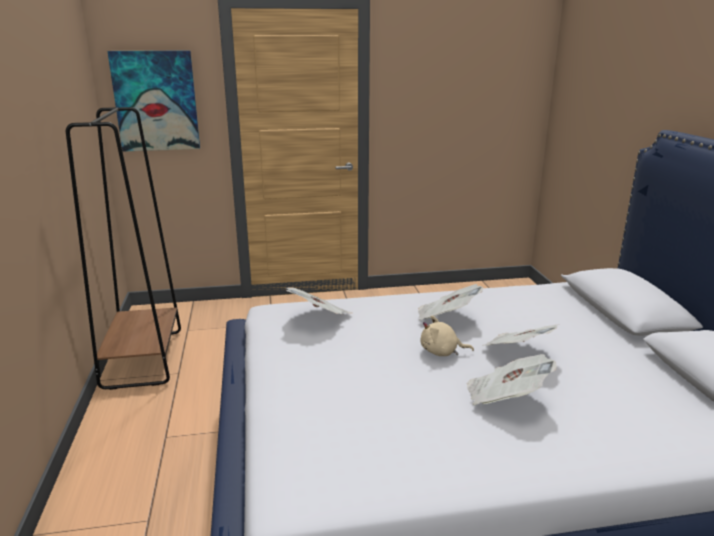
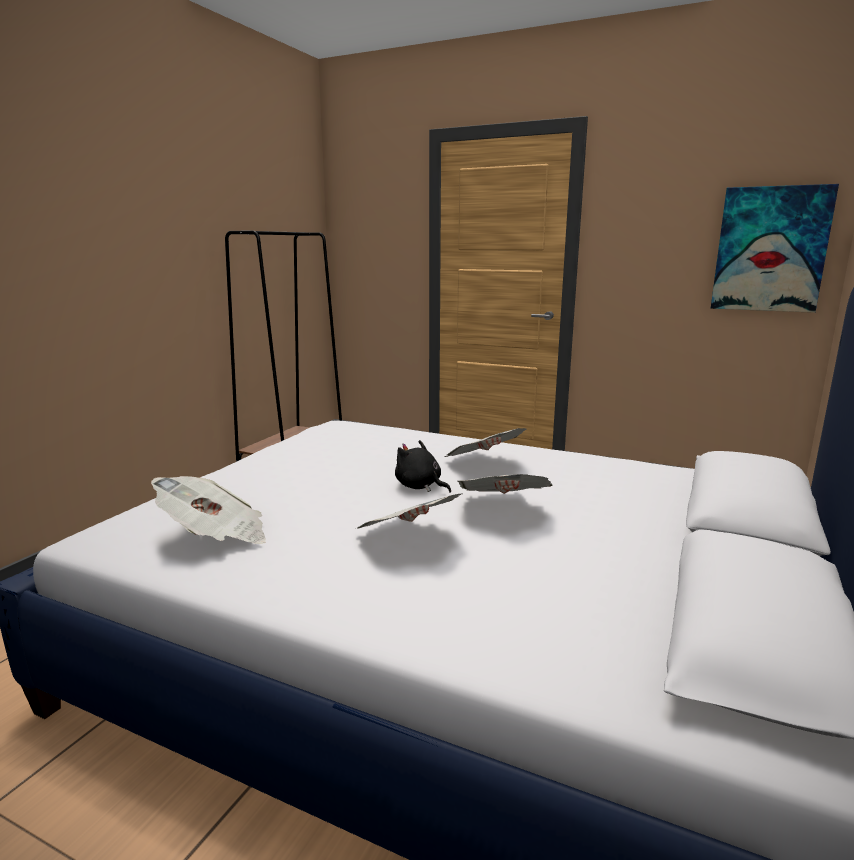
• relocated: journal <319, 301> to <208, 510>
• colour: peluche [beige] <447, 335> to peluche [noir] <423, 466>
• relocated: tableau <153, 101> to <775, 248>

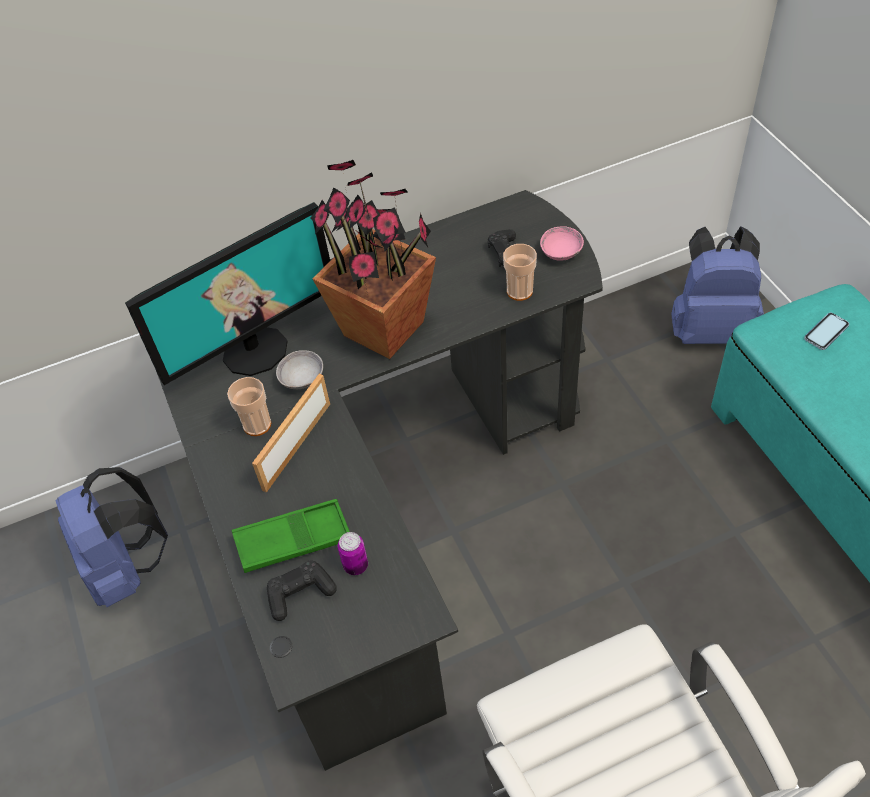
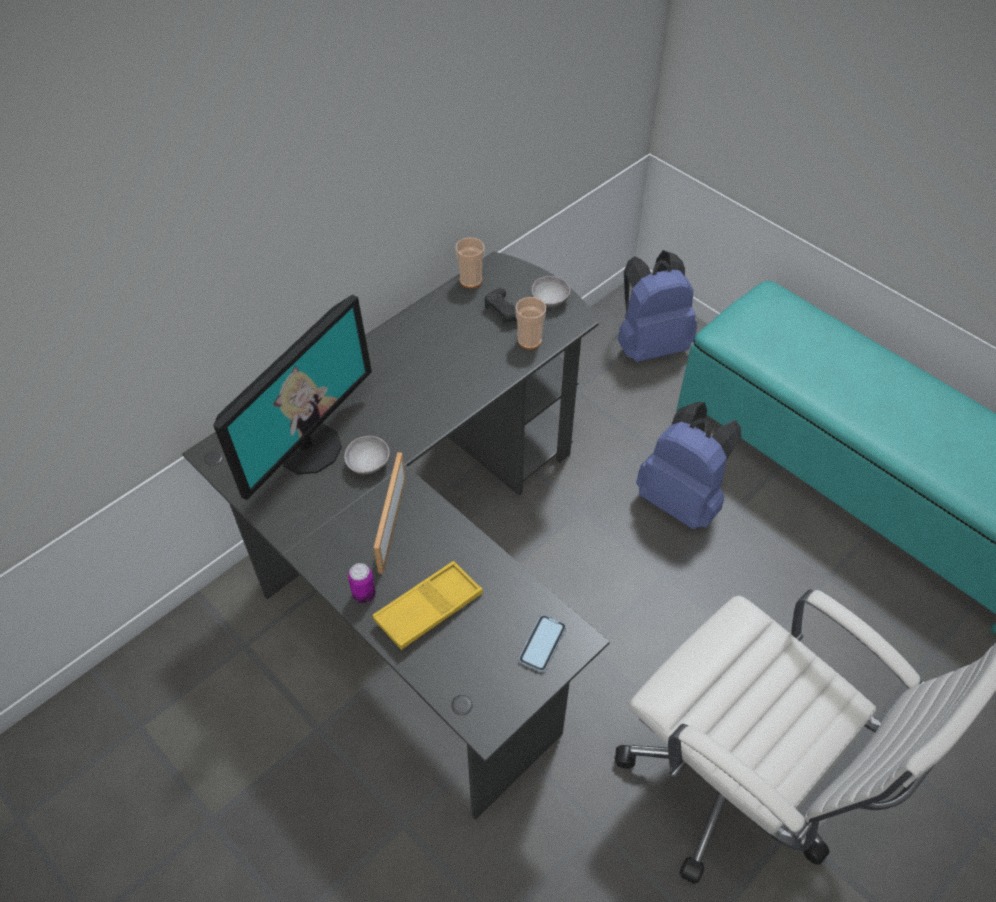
• relocated: boîte métallique <353, 553> to <362, 583>
• colour: plateau [vert] <291, 536> to plateau [jaune] <428, 605>
• relocated: tasse <249, 406> to <470, 263>
• relocated: téléphone <826, 331> to <542, 643>
• colour: bol [rose] <562, 243> to bol [gris] <551, 291>
• relocated: sac à dos [bleu] <112, 537> to <688, 466>
• missing: manette [noir] <302, 590>
• missing: plante en pot <373, 259>

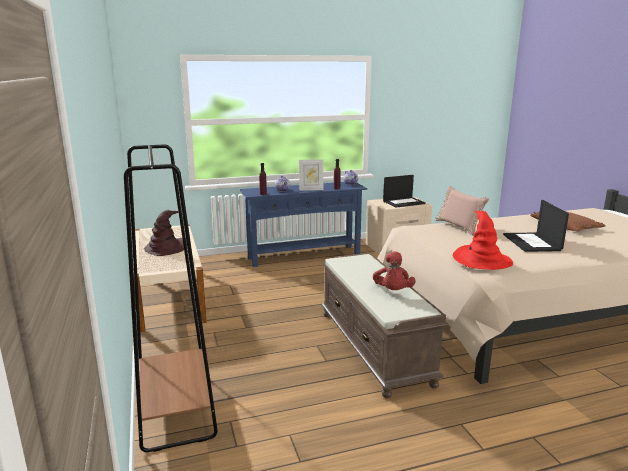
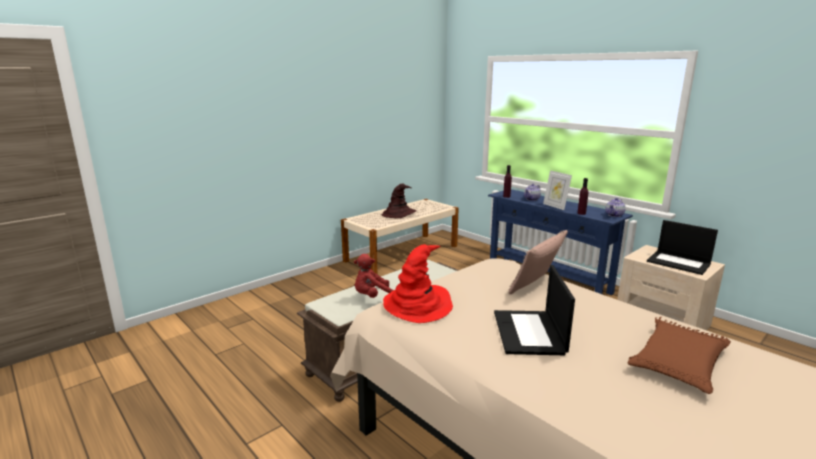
• spun: ordinateur portable <536, 226> = <534, 310> 60 degrees counterclockwise
• missing: portant <171, 298>

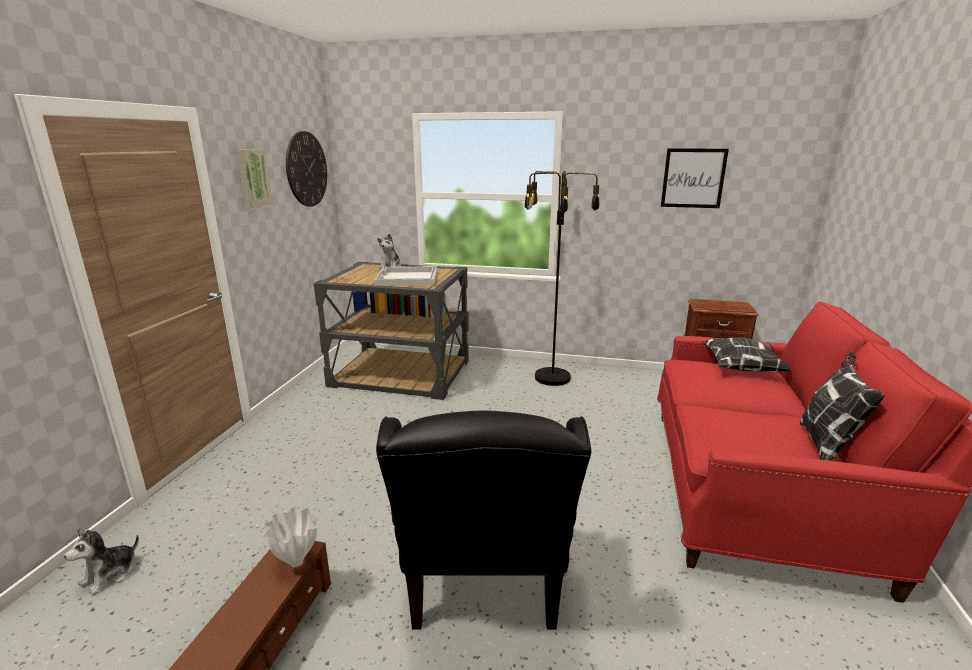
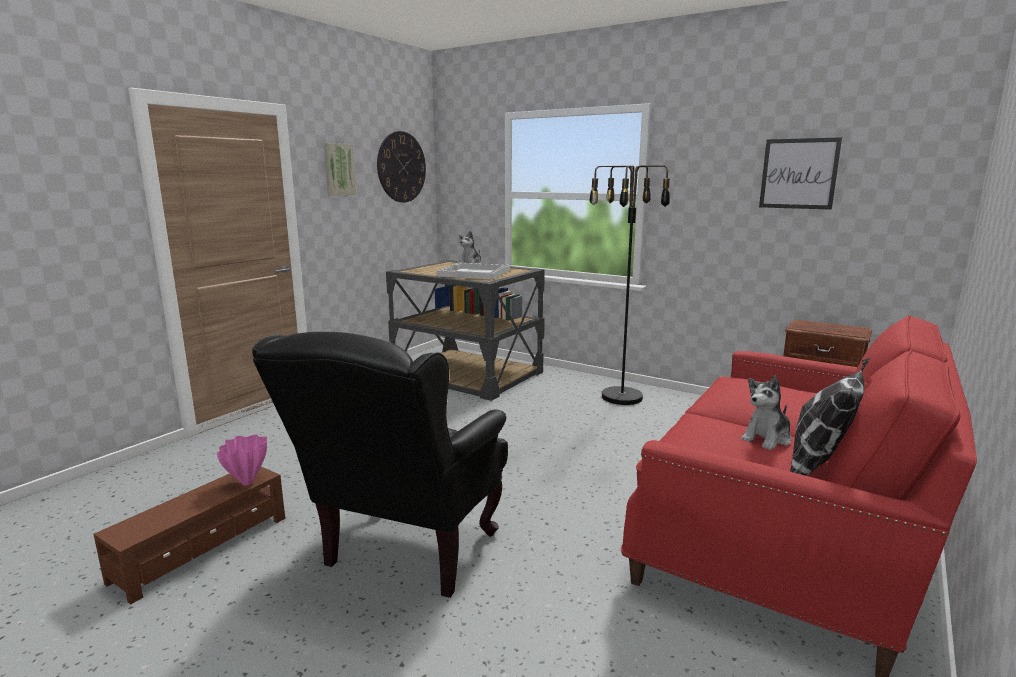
• colour: vase [blanc] <290, 537> to vase [rose] <242, 460>
• relocated: peluche <101, 561> to <766, 413>
• missing: coussin <747, 354>

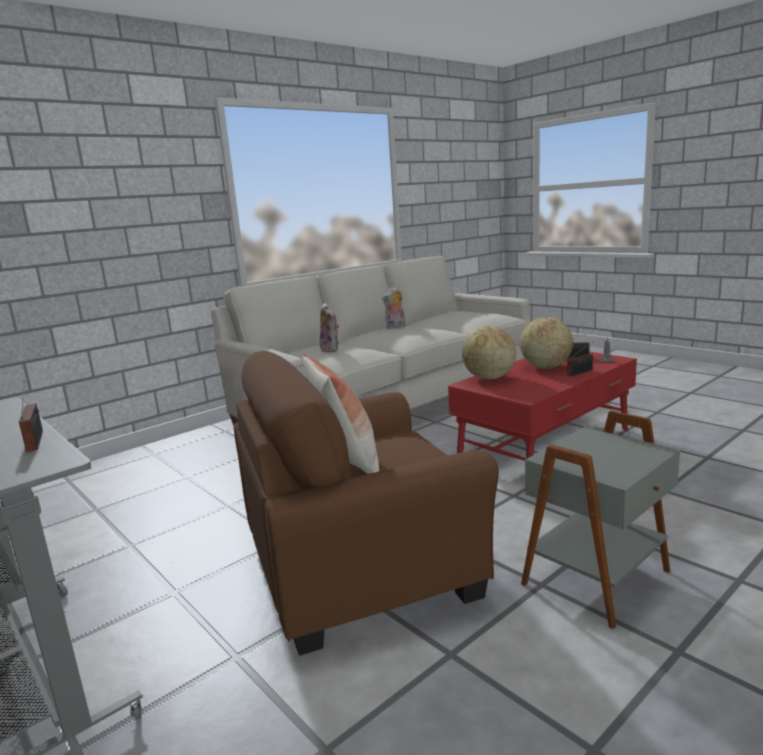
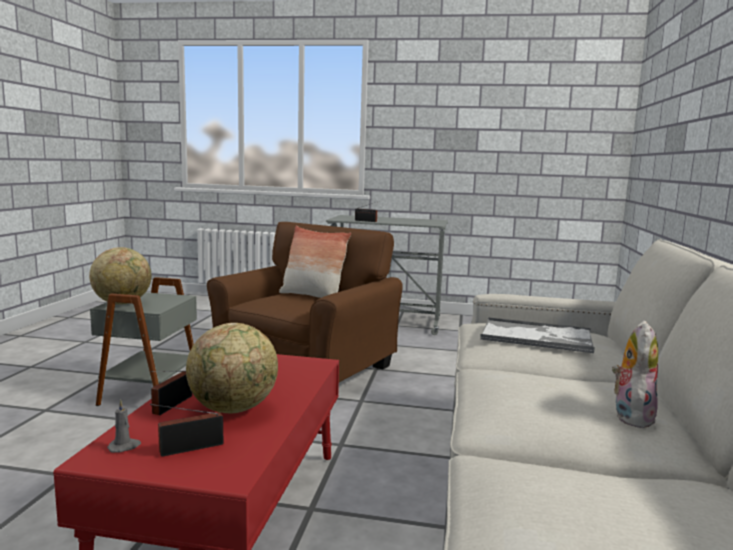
• relocated: globe <489, 352> to <120, 276>
• exchanged: peluche <329, 327> to plateau <537, 335>

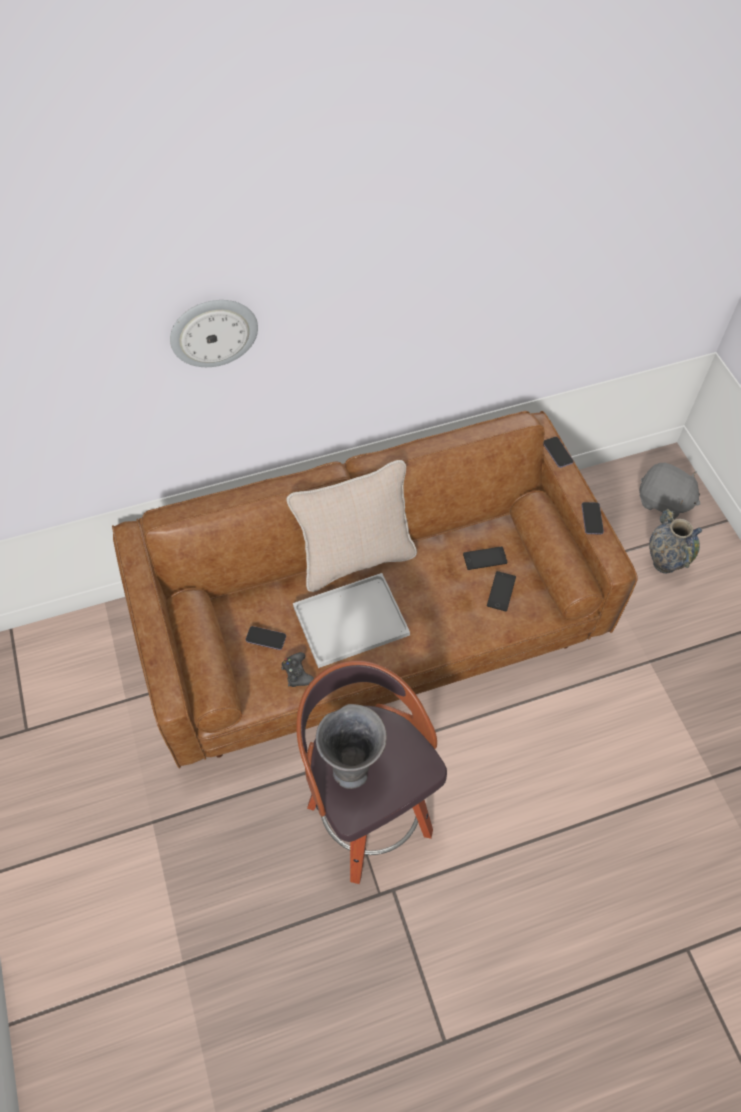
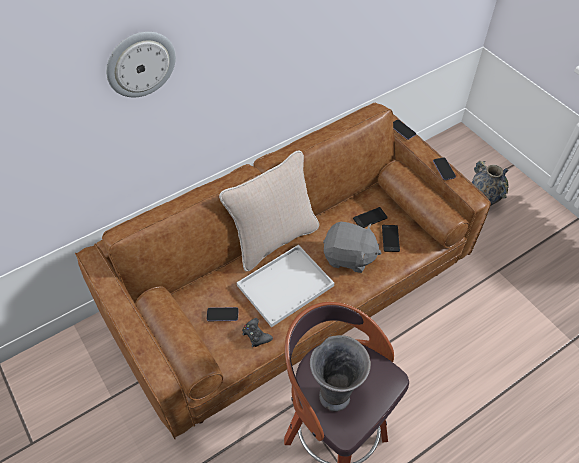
• relocated: peluche [gris] <669, 491> to <352, 247>

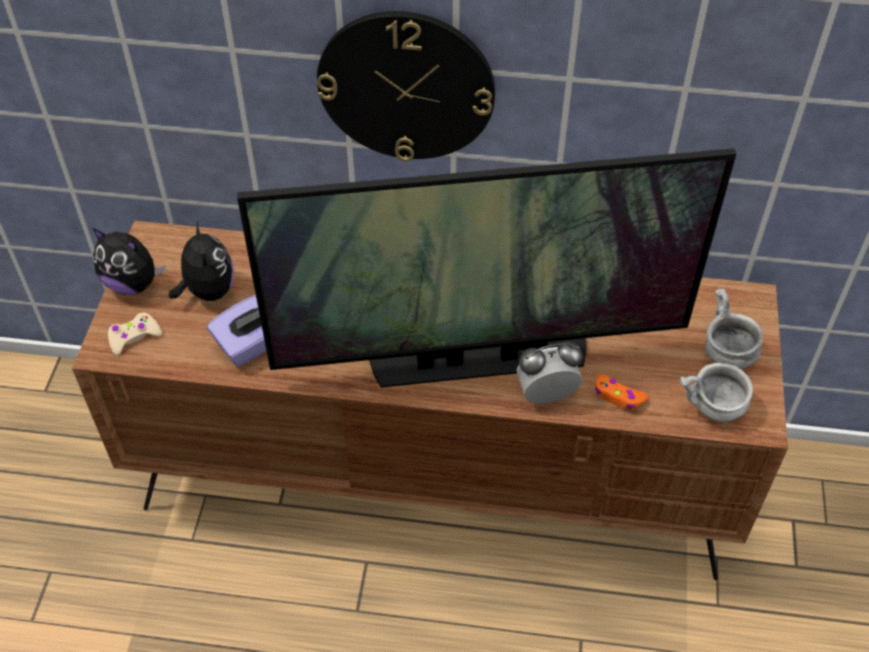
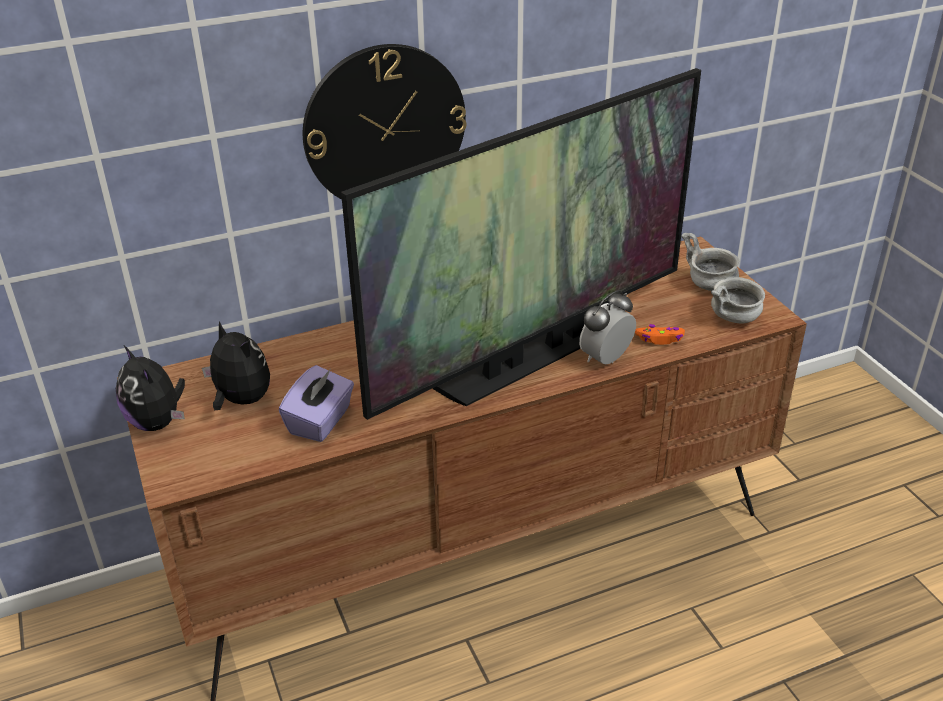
• spun: peluche <129, 261> = <150, 388> 60 degrees clockwise
• missing: manette [beige] <135, 333>

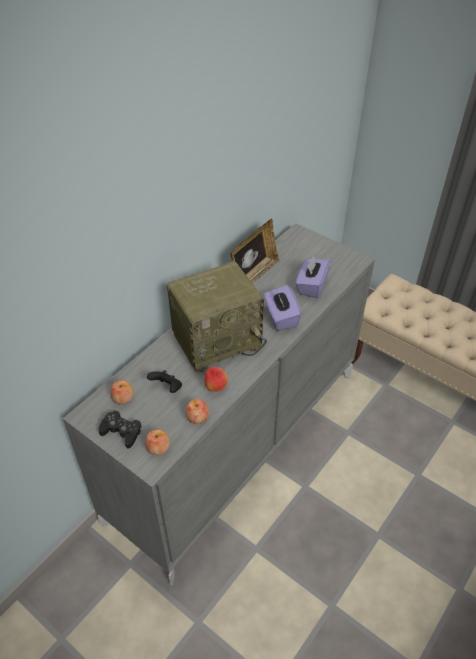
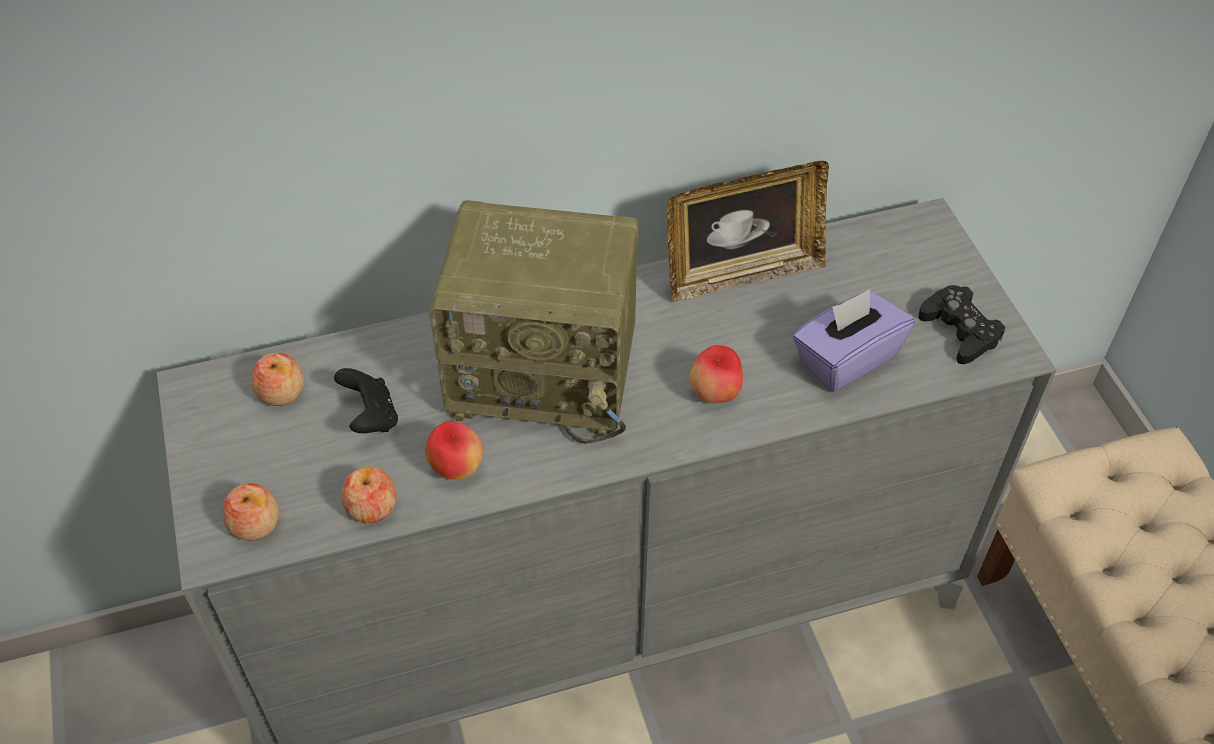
• exchanged: boîte à mouchoirs [violet] <283, 308> to pomme <716, 374>
• relocated: manette [noir] <120, 429> to <962, 324>

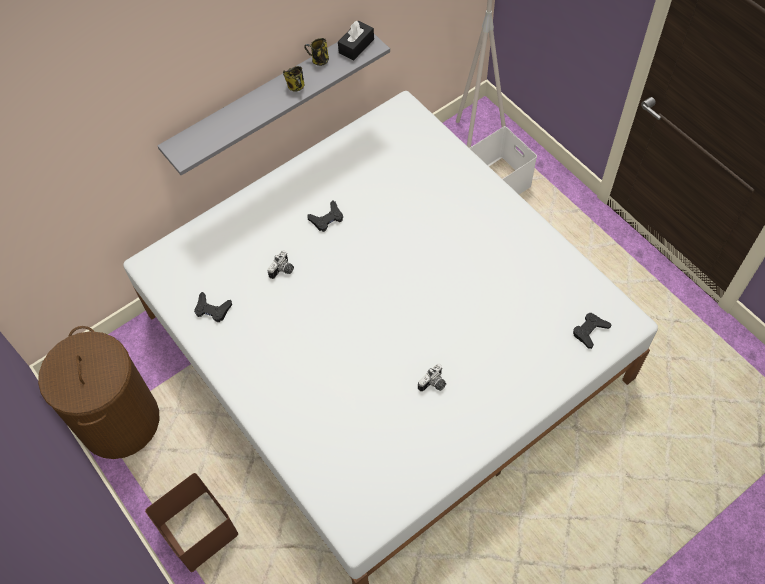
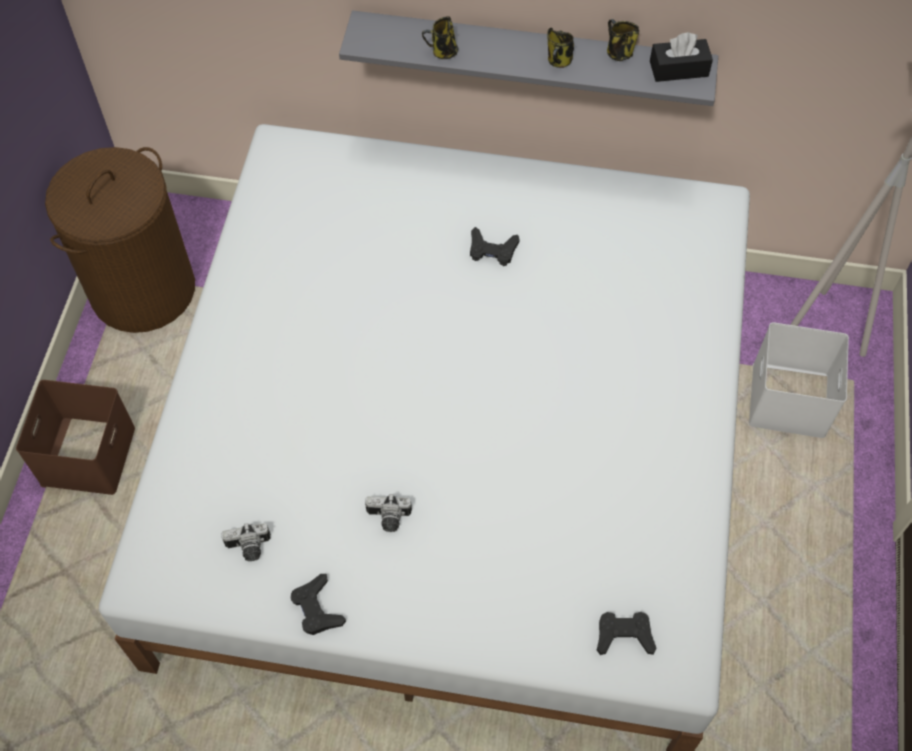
• relocated: appareil photo <280, 264> to <246, 542>
• relocated: manette [noir] <213, 307> to <318, 604>
• appeared: mug <440, 37>

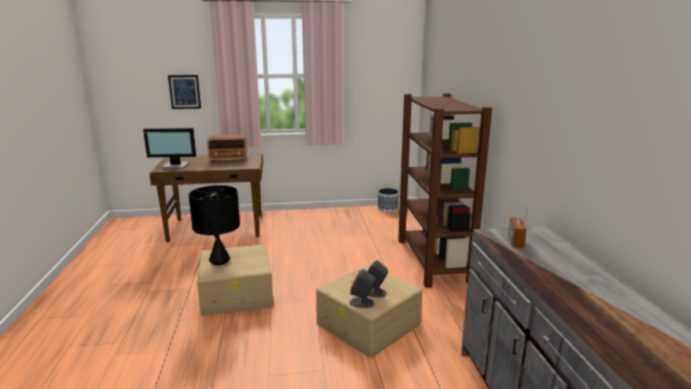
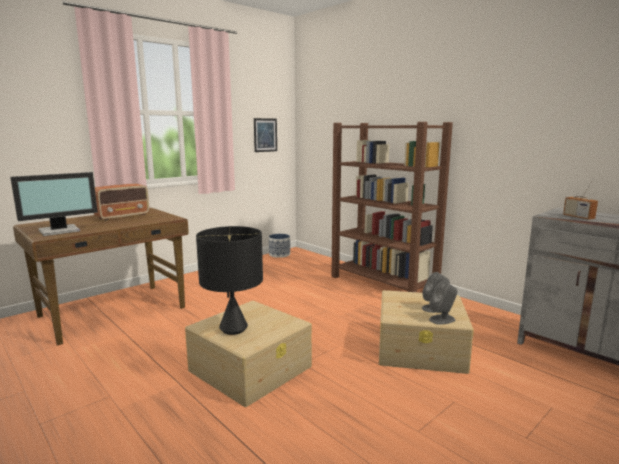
• relocated: tableau <184, 92> to <265, 135>

